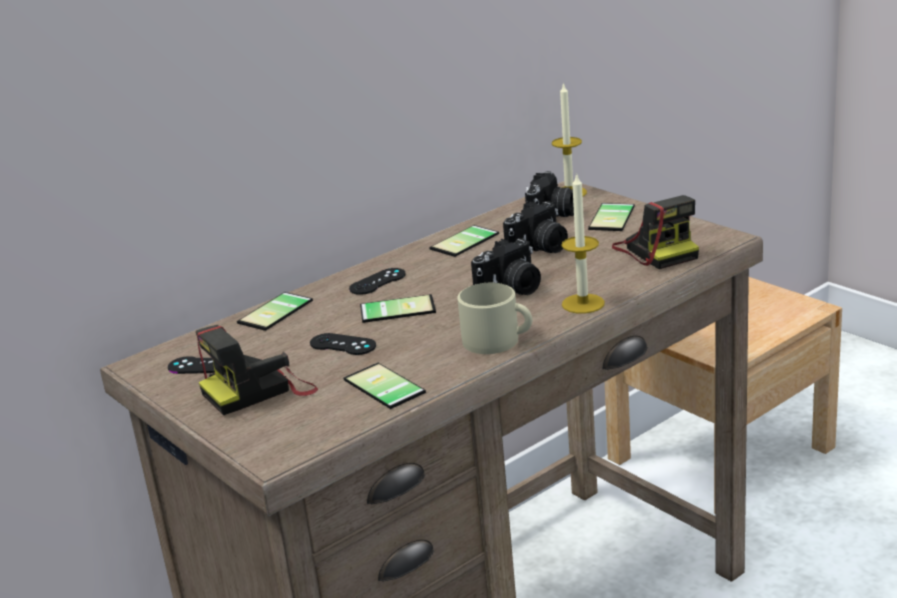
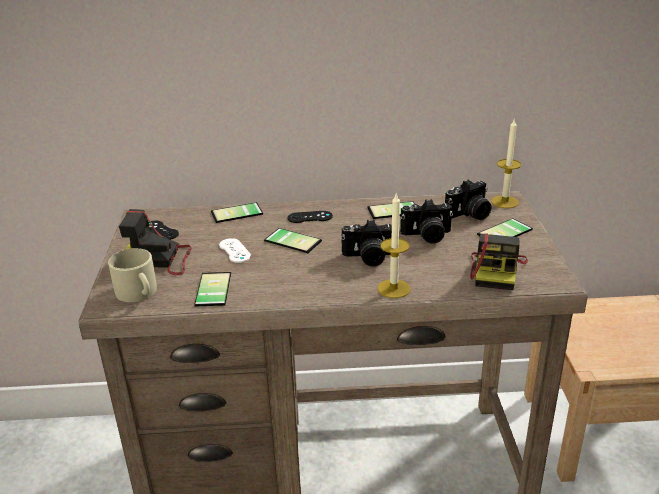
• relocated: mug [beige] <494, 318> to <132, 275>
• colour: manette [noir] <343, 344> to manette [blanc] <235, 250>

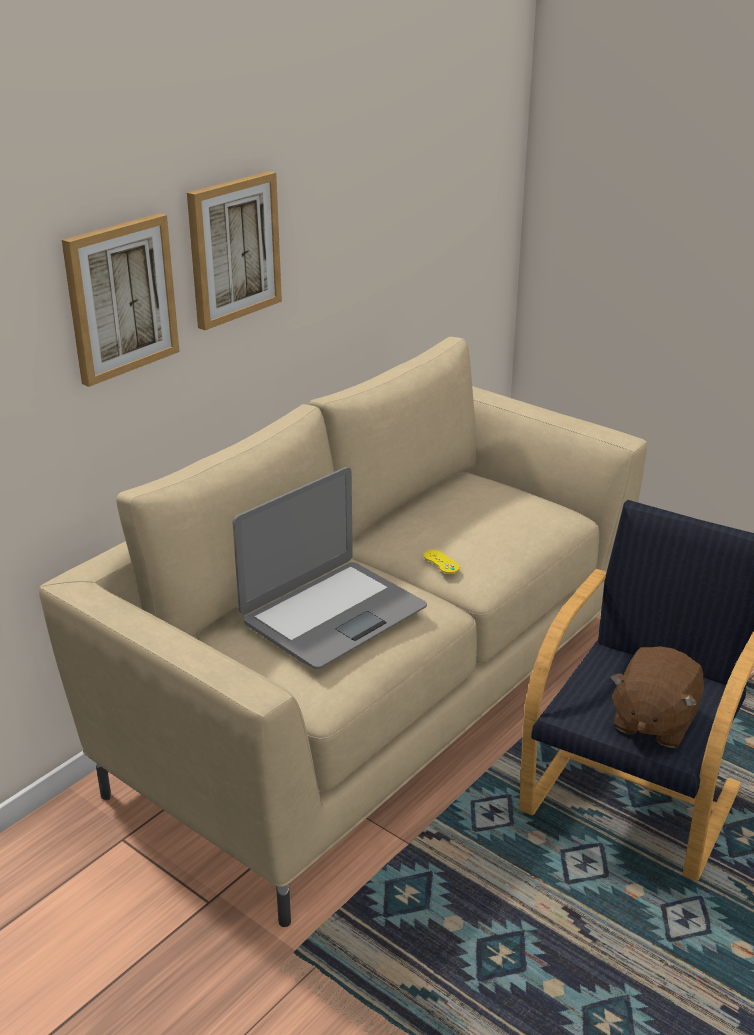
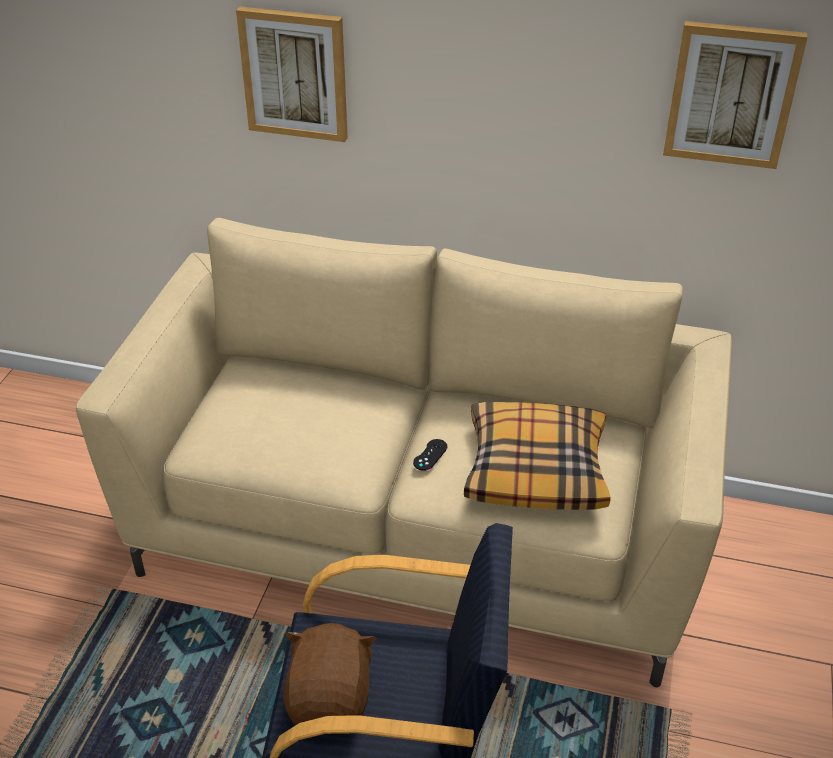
• spun: peluche [marron] <657, 697> = <329, 673> 90 degrees clockwise
• colour: manette [jaune] <442, 561> to manette [noir] <430, 455>
• appeared: coussin <537, 456>
• relocated: tableau <234, 250> to <735, 95>
• missing: ordinateur portable <329, 568>

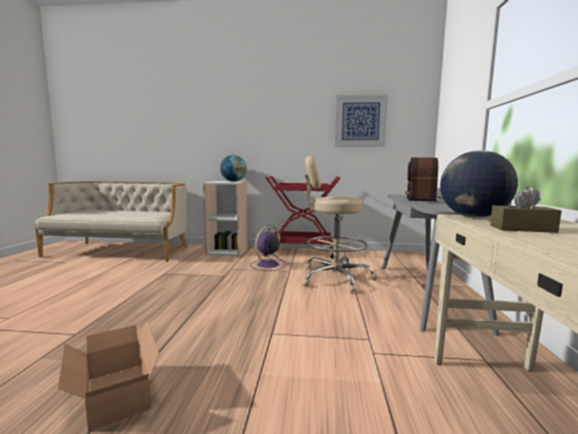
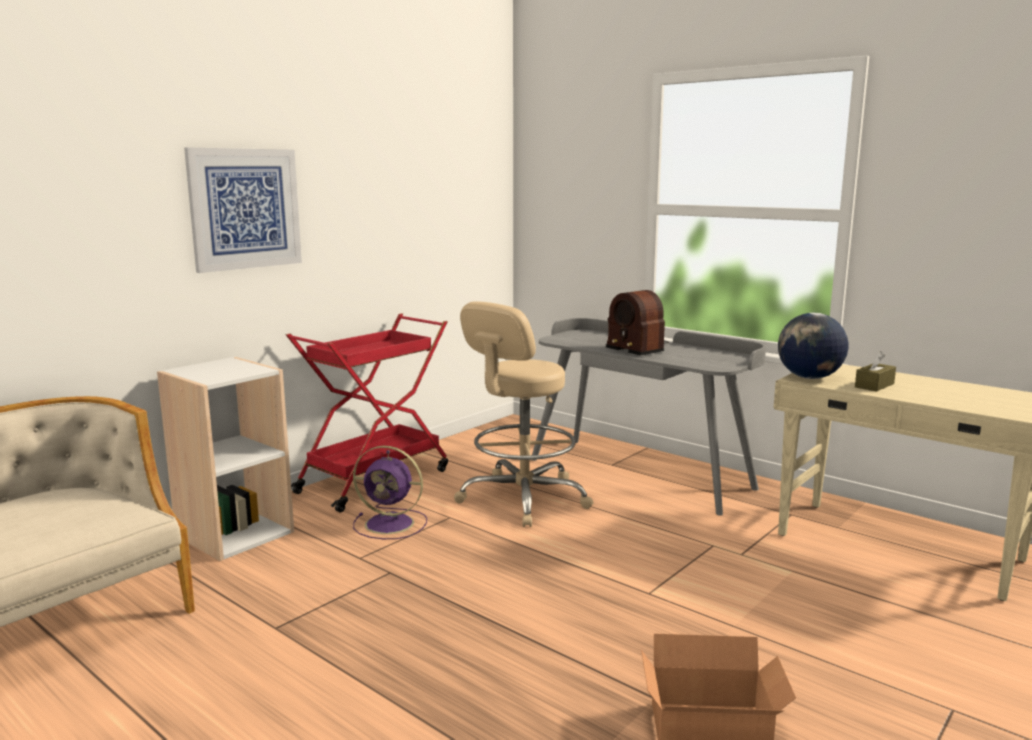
• relocated: tableau <361, 121> to <243, 210>
• spun: ventilateur [violet] <267, 248> = <390, 492> 60 degrees counterclockwise
• missing: globe <233, 168>

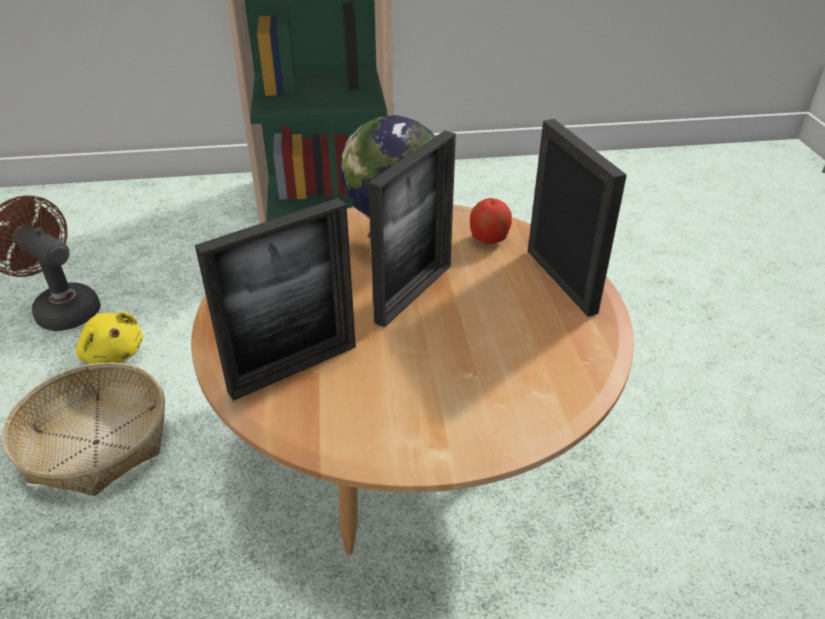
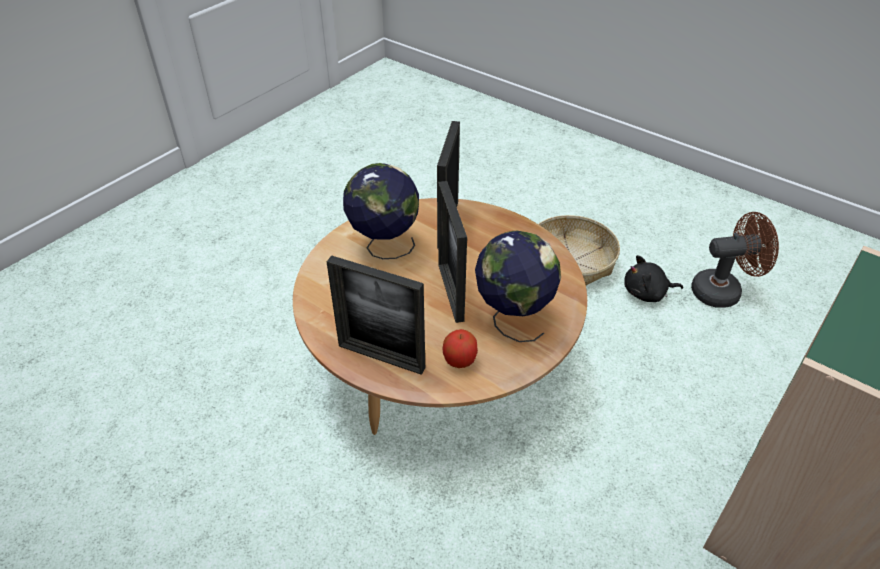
• appeared: globe <381, 211>
• colour: peluche [jaune] <109, 338> to peluche [noir] <653, 278>

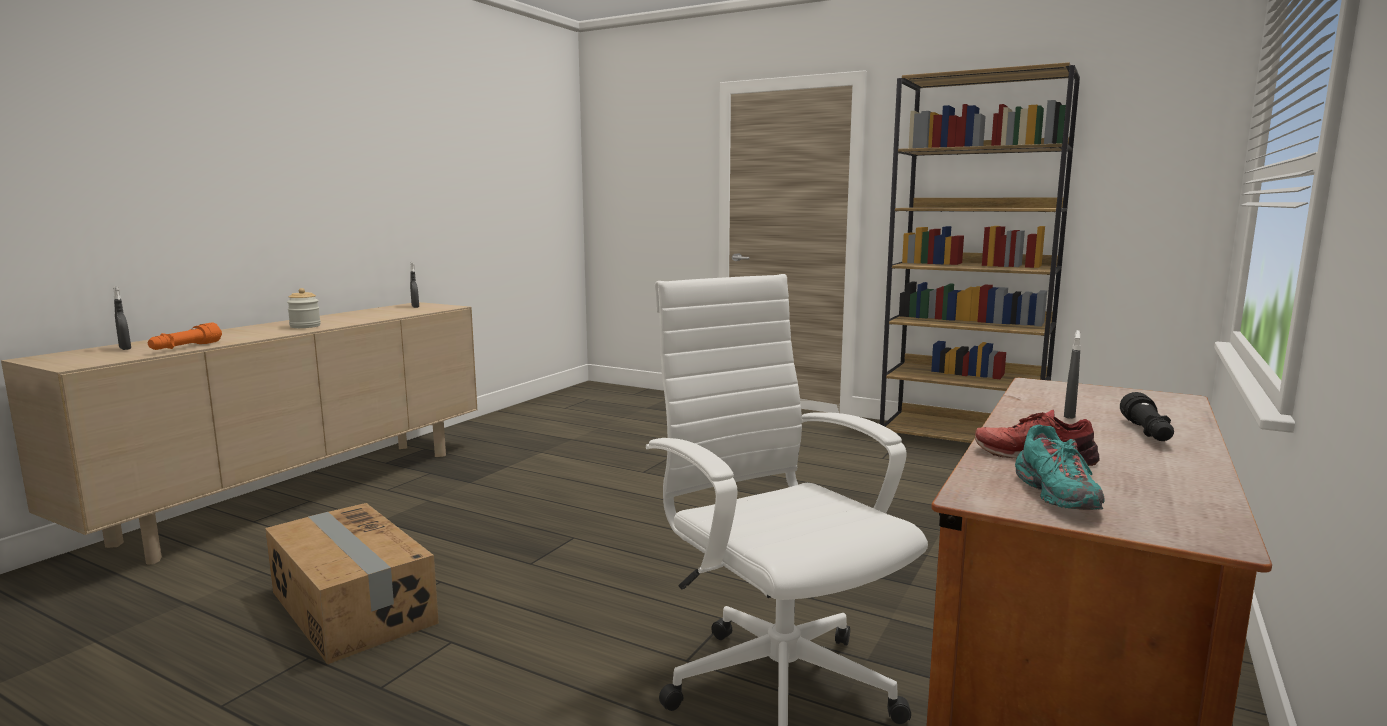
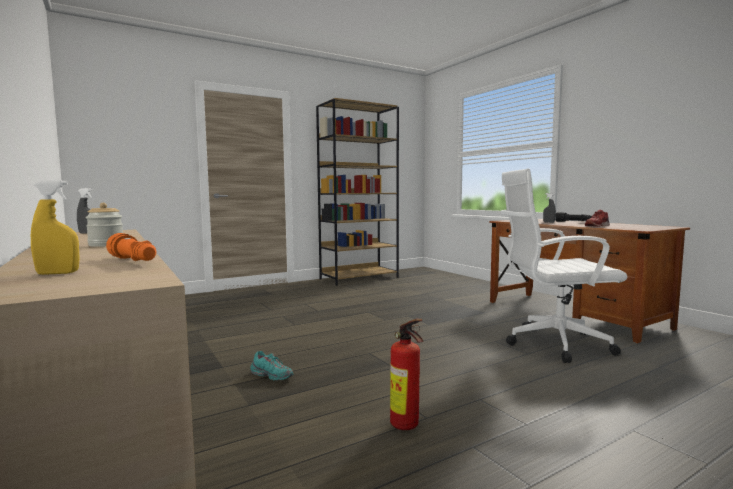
• colour: vaporisateur [gris] <122, 318> to vaporisateur [jaune] <55, 227>
• relocated: chaussure [turquoise] <1060, 467> to <271, 366>
• exchanged: carton <352, 583> to extincteur <406, 374>

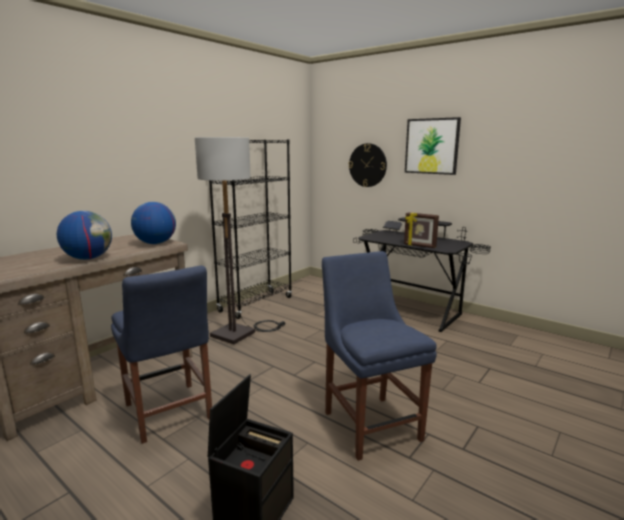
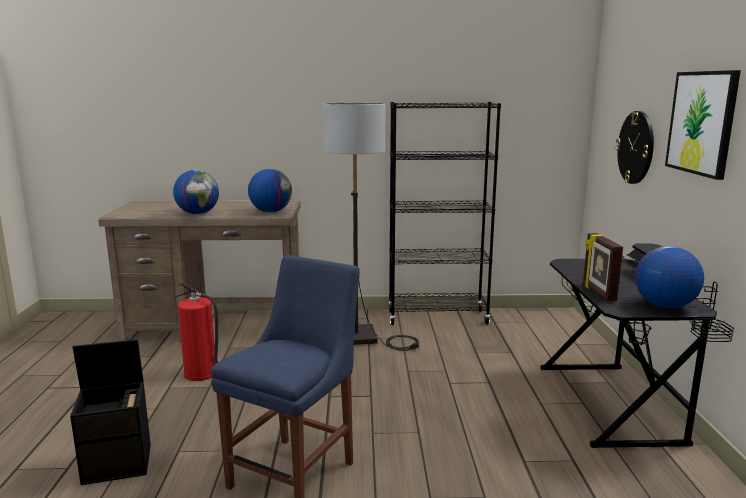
• exchanged: chaise [bleu] <161, 355> to extincteur <197, 331>
• appeared: globe <669, 277>

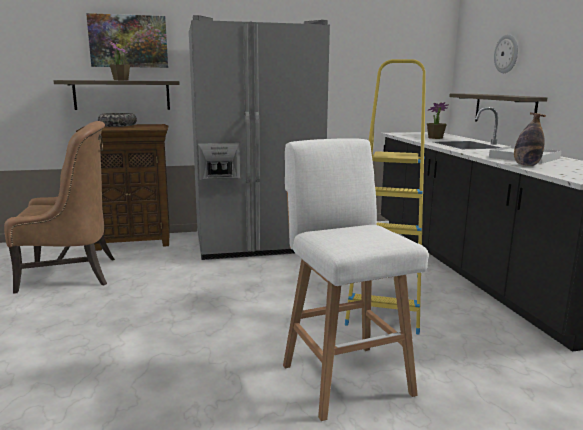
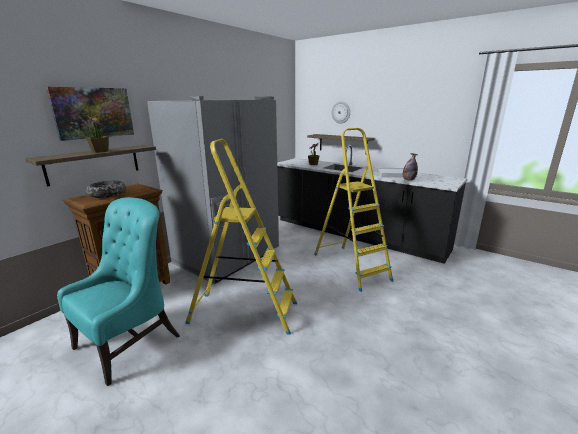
• colour: chaise [marron] <59, 207> to chaise [turquoise] <118, 291>
• appeared: escabeau [jaune] <241, 237>
• missing: tabouret [blanc] <356, 279>

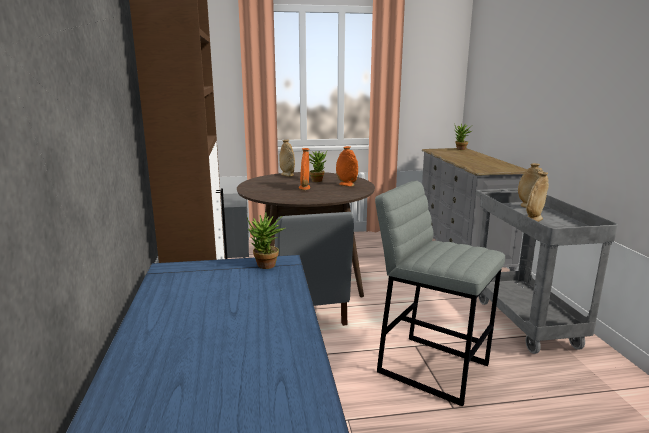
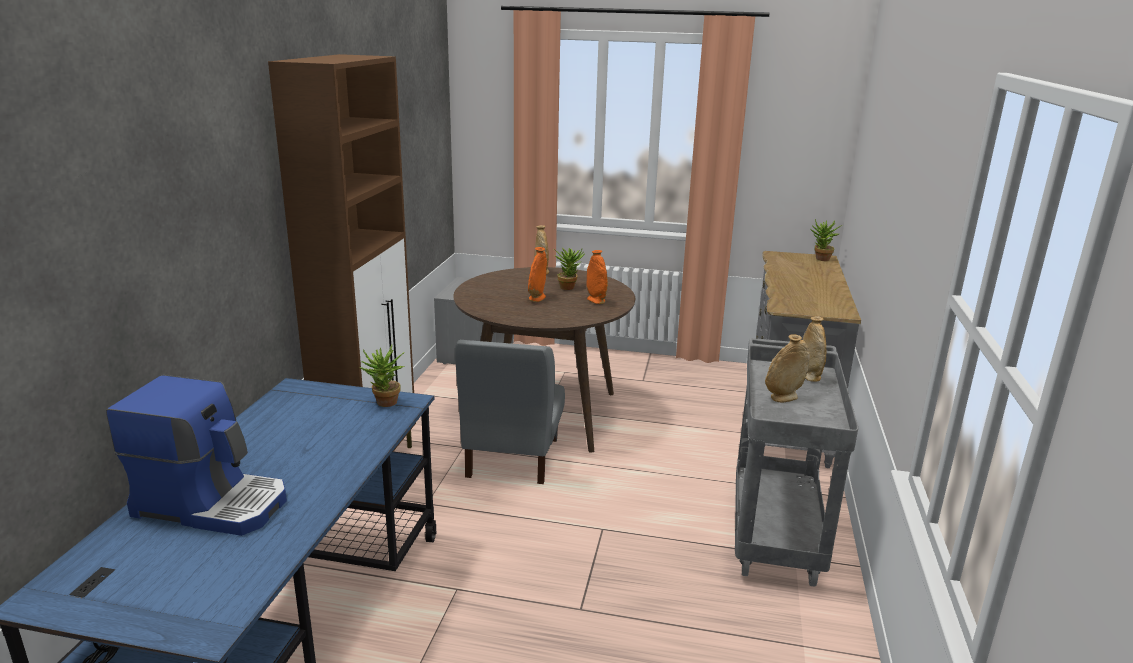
• appeared: machine à café <196, 455>
• missing: tabouret [gris] <440, 294>

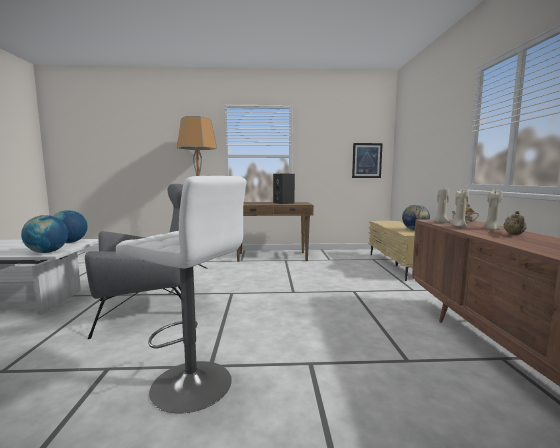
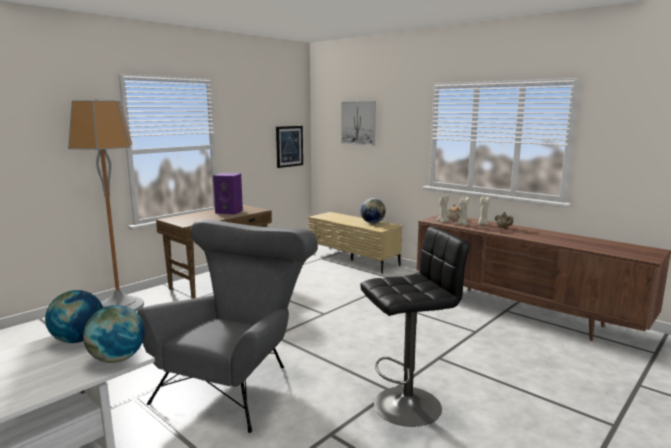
• colour: enceinte [noir] <284, 189> to enceinte [violet] <228, 194>
• appeared: tableau <358, 123>
• colour: tabouret [blanc] <181, 294> to tabouret [noir] <415, 326>

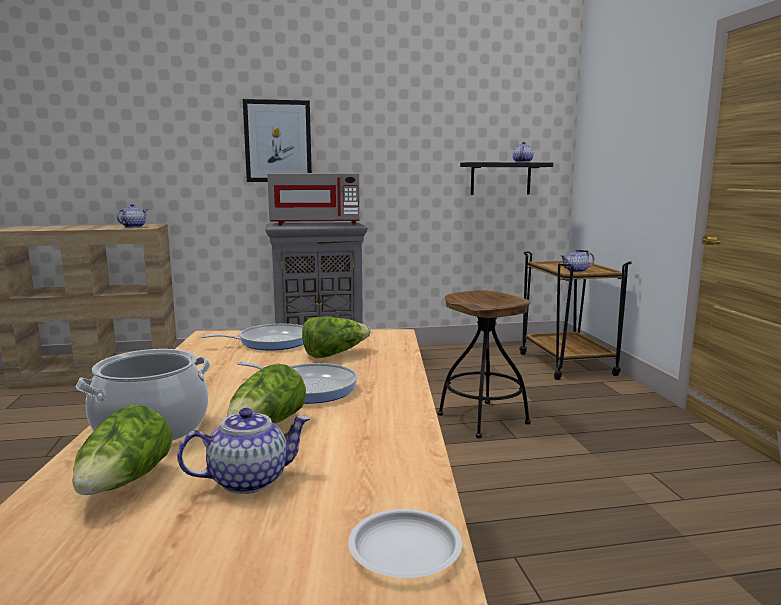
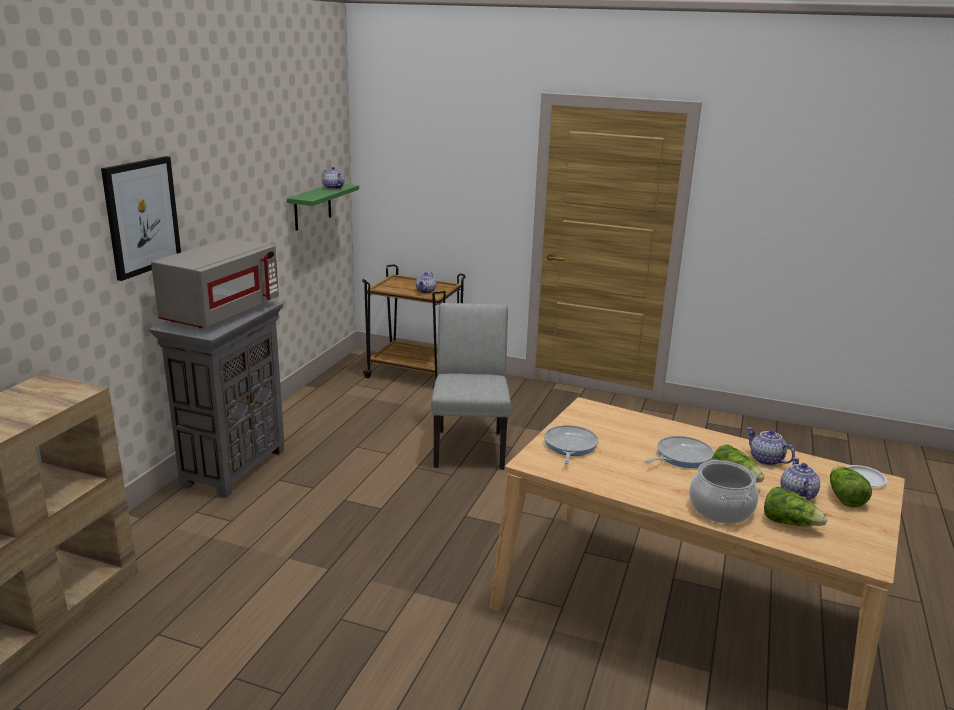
• colour: étagère [noir] <506, 178> to étagère [vert] <323, 207>
• exchanged: tabouret [marron] <484, 364> to chaise [gris] <471, 386>
• relocated: théière <132, 216> to <770, 446>
• relocated: laitue <336, 337> to <851, 486>

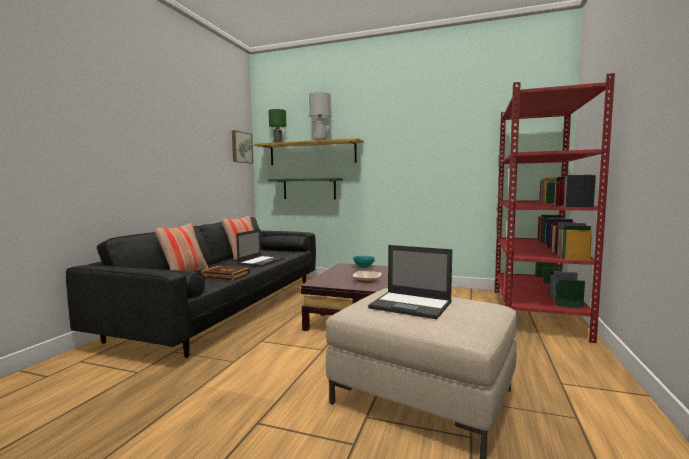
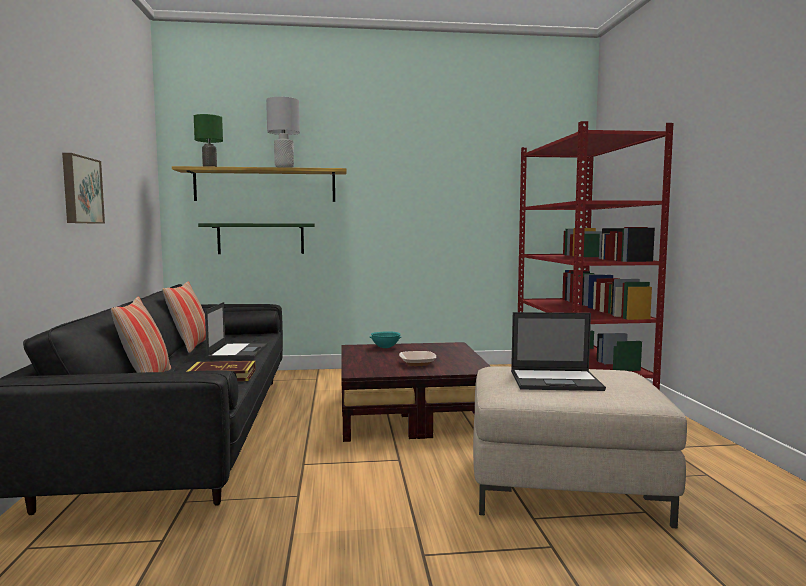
• relocated: tableau <242, 146> to <83, 188>

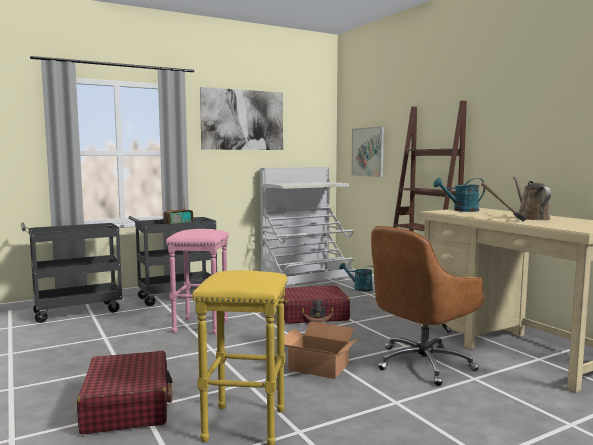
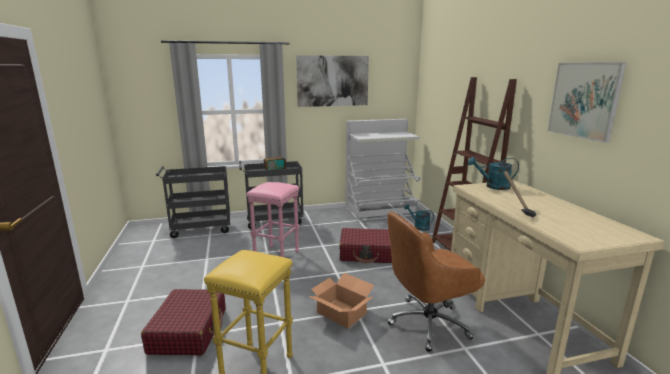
• relocated: tableau <367, 151> to <587, 102>
• missing: arrosoir [marron] <532, 198>

